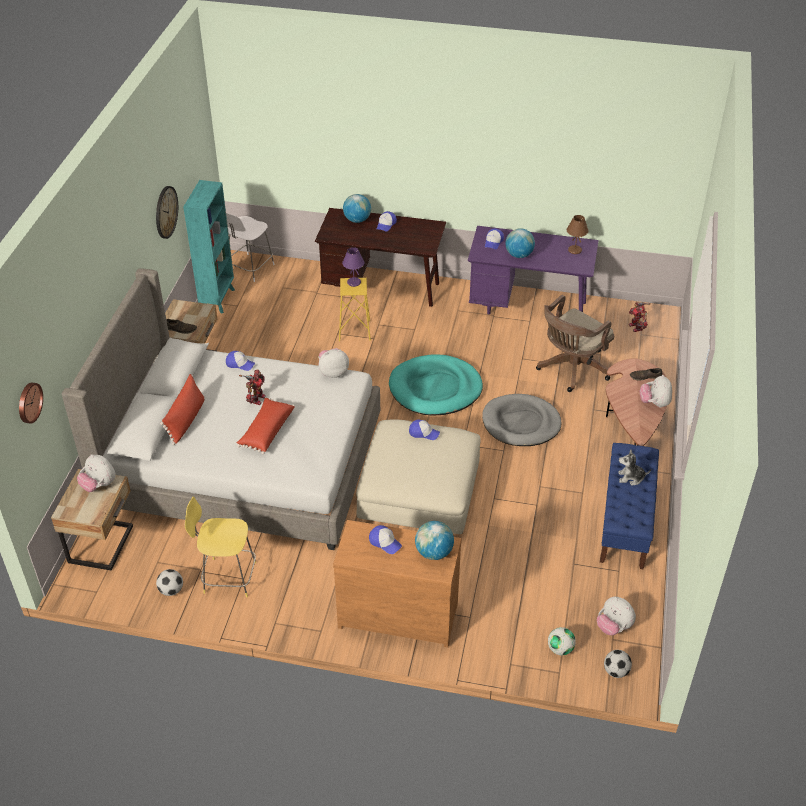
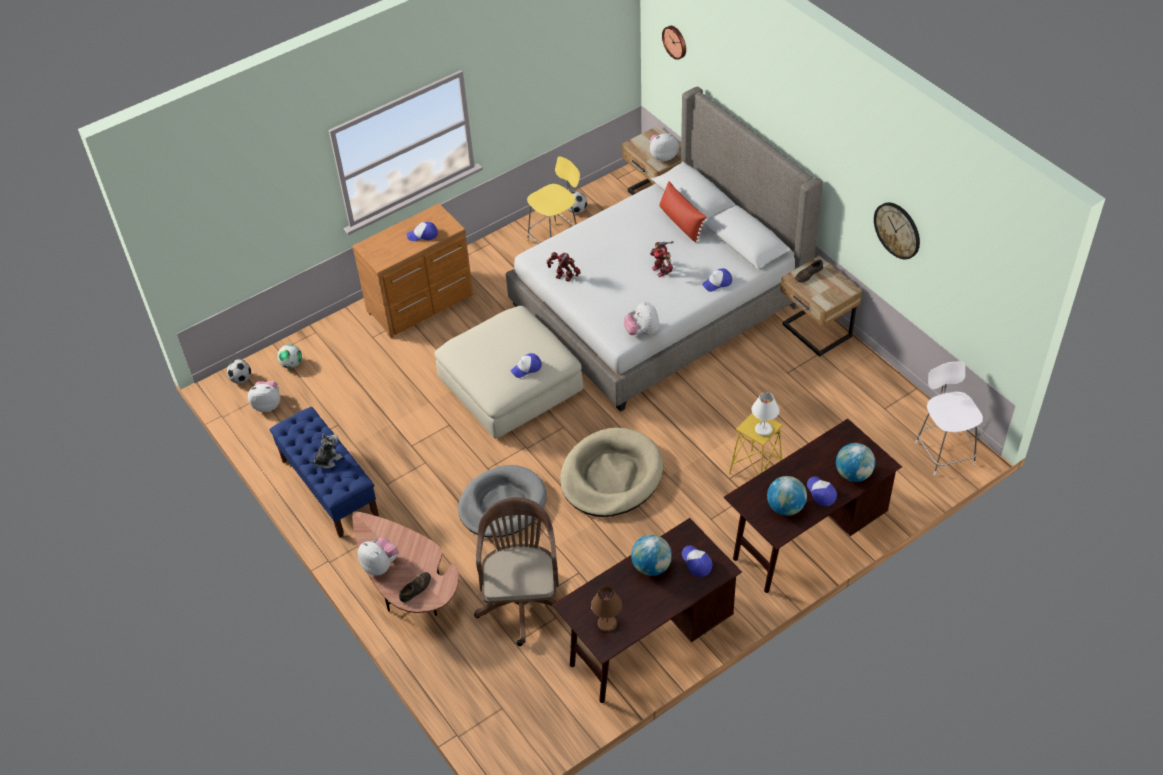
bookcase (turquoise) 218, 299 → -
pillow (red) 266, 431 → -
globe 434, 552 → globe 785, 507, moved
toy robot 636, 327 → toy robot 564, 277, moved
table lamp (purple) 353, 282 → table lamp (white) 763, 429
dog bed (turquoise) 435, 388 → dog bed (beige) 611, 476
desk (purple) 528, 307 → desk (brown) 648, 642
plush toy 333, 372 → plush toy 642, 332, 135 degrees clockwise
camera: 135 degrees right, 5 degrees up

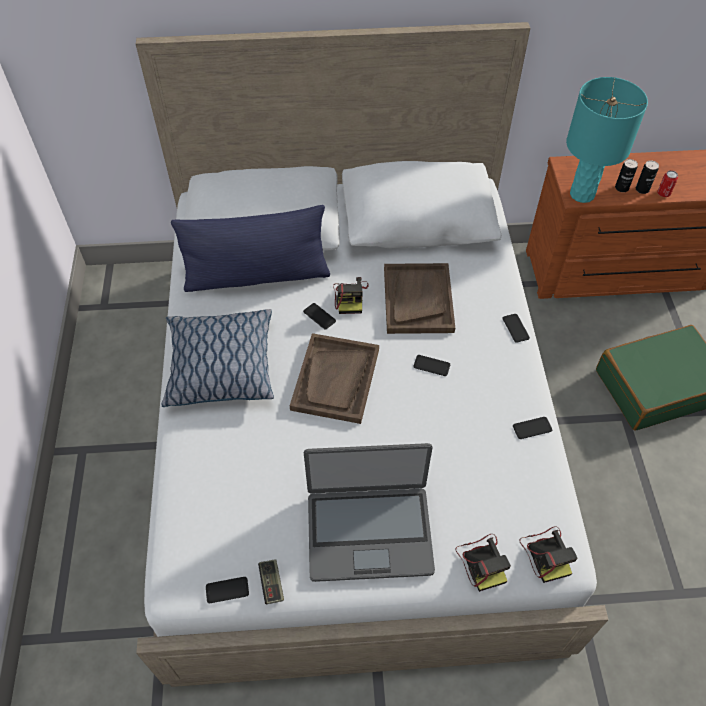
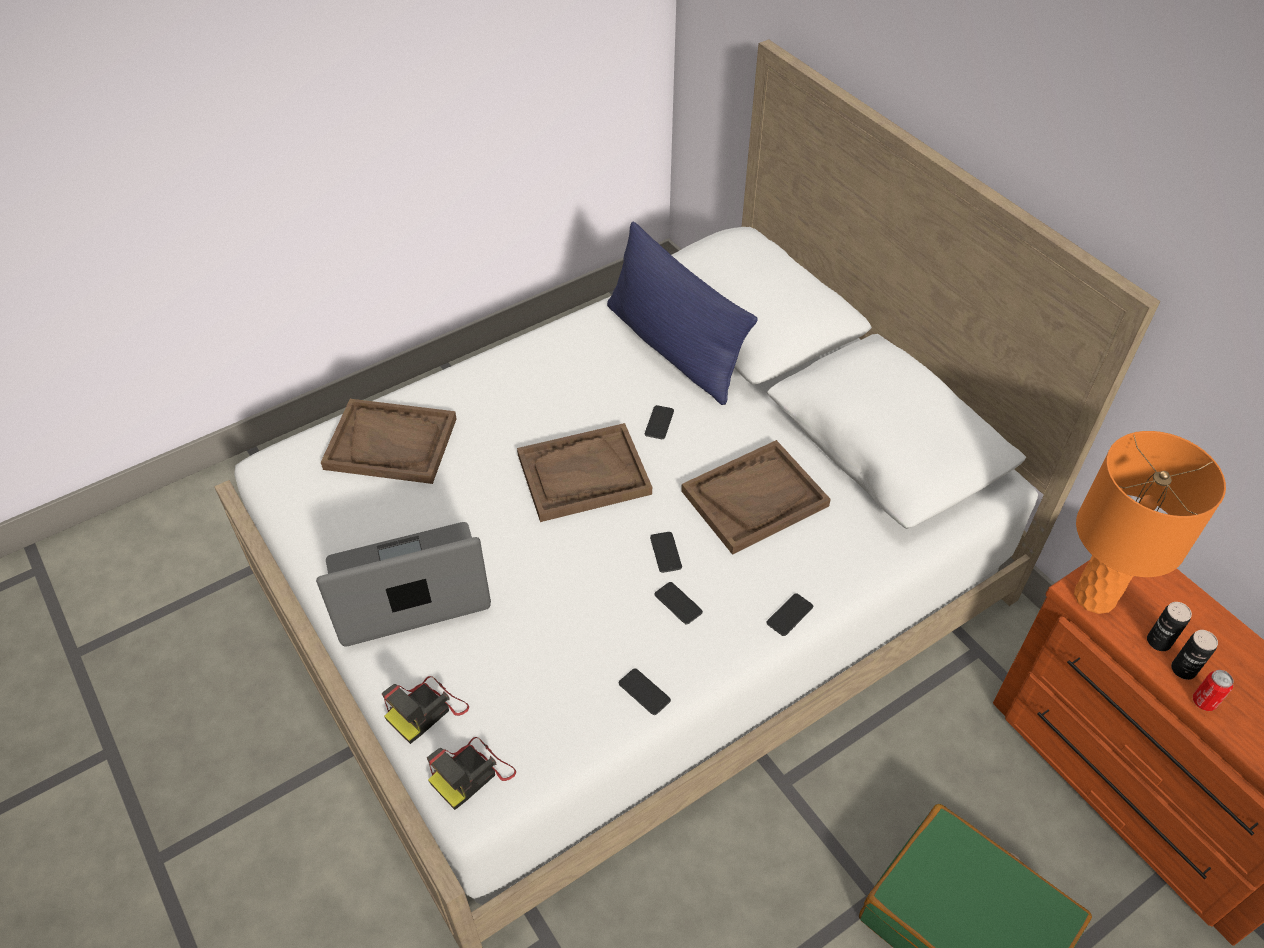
pillow 220, 366 → -
game controller 271, 584 → -
photo camera 350, 297 → -
- → tray (brown) 391, 443
phone 227, 590 → phone 678, 603, moved
table lamp (turquoise) 581, 194 → table lamp (orange) 1094, 596
laptop 369, 531 → laptop 408, 588, 105 degrees clockwise
camera: 60 degrees right, 5 degrees down

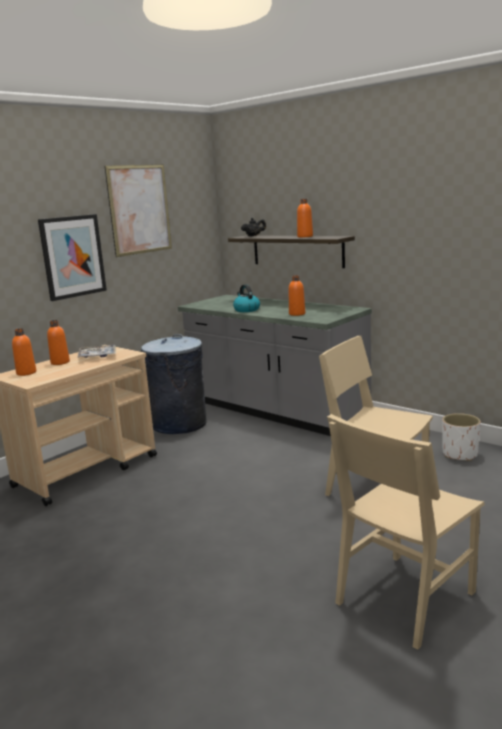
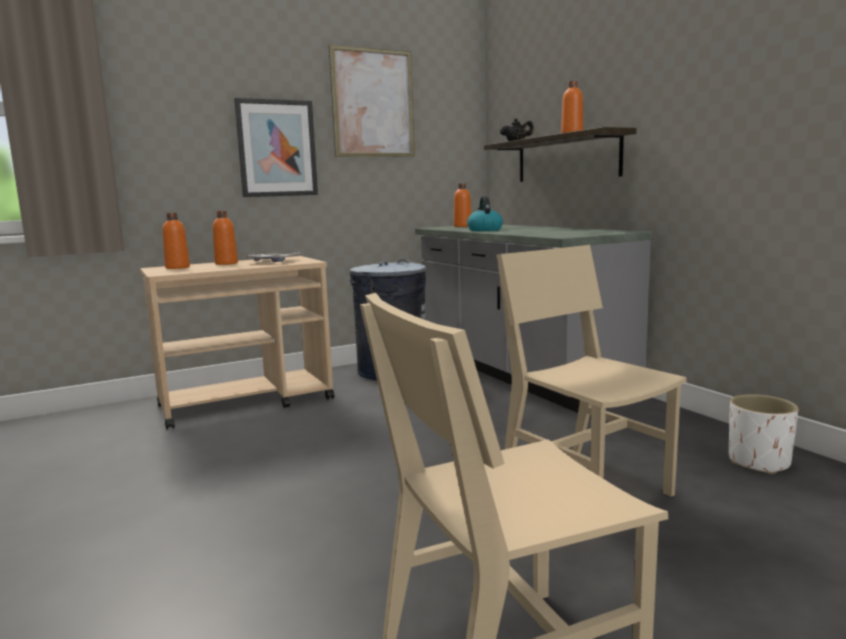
bottle (orange) 297, 314 → bottle (orange) 462, 226, moved
camera: 20 degrees right, 5 degrees down

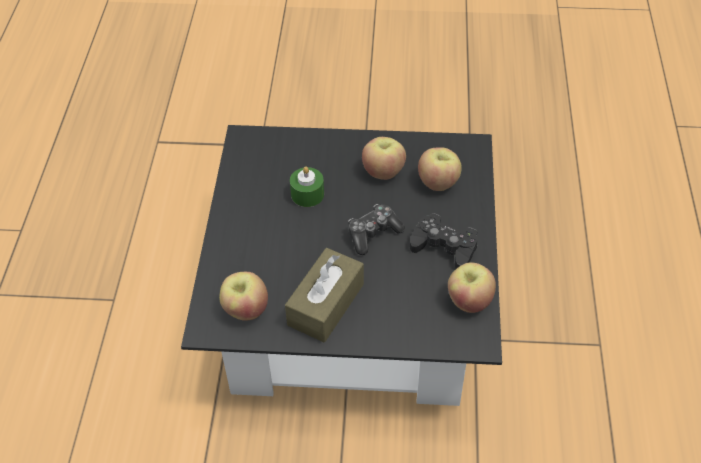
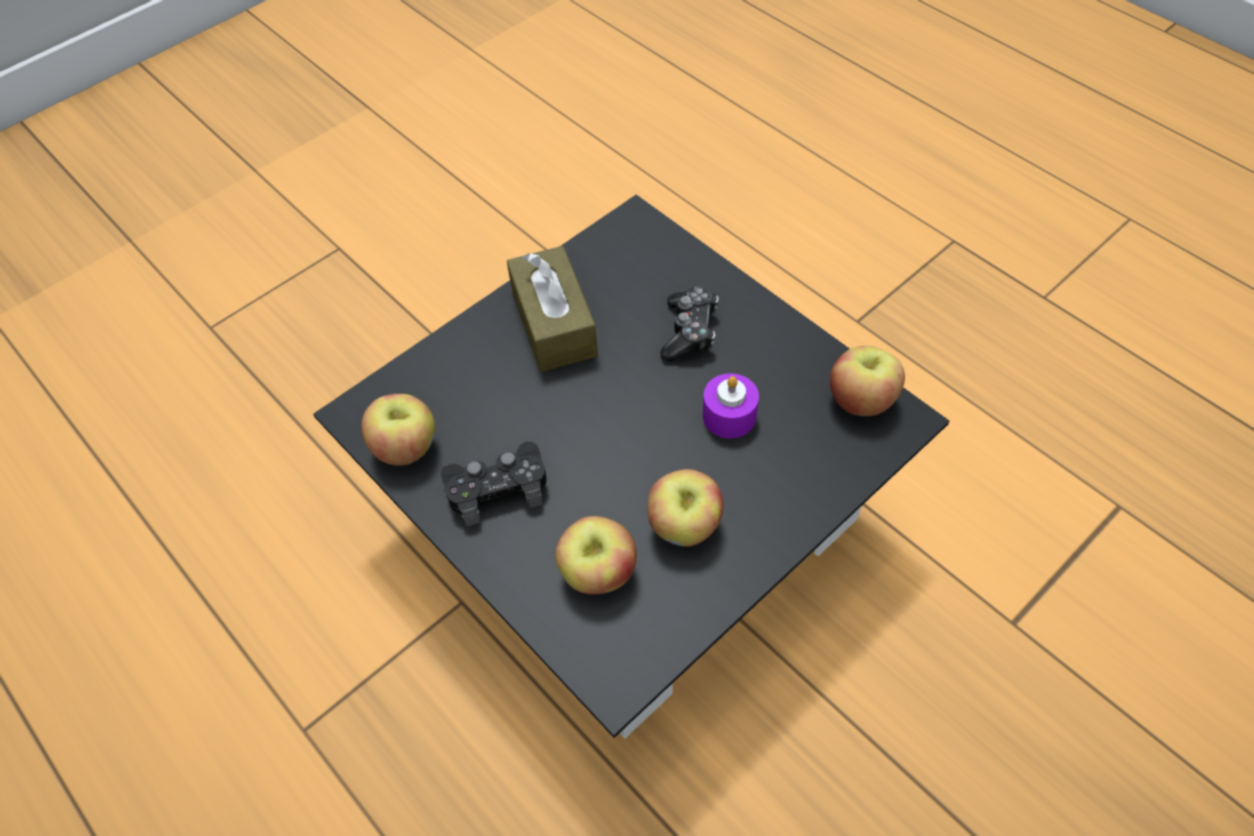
apple 245, 309 → apple 861, 400, moved
game controller 373, 233 → game controller 689, 331, moved
candle (green) 307, 194 → candle (purple) 729, 416
camera: 135 degrees right, 5 degrees up

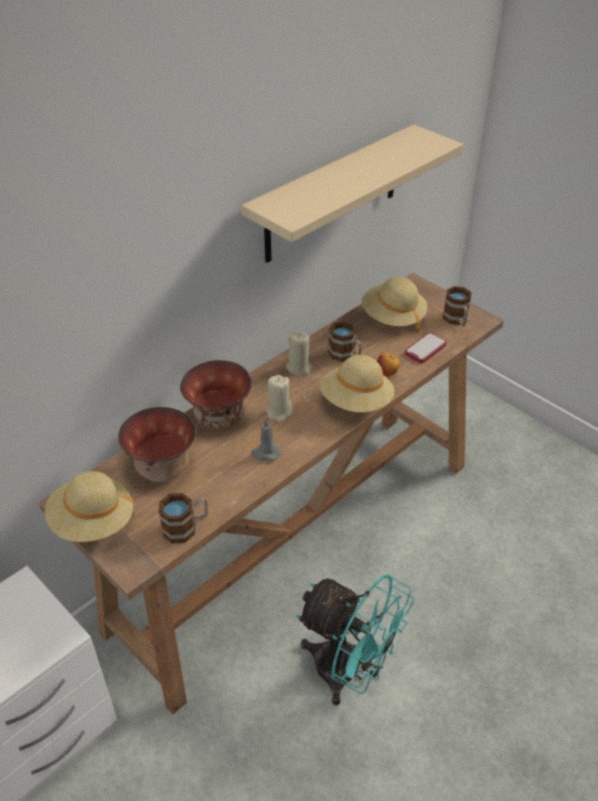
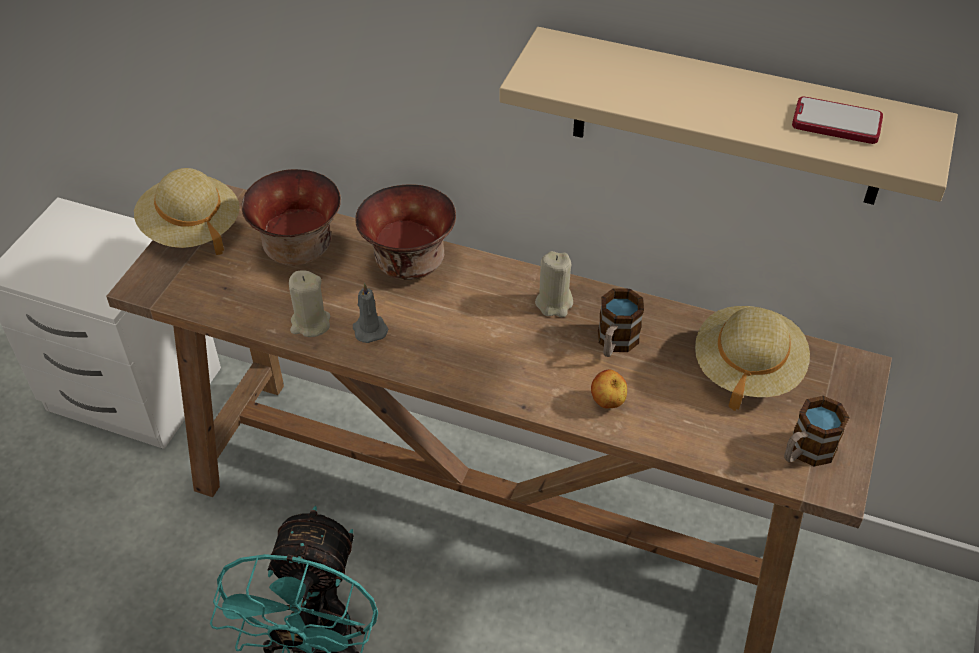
mug 186, 527 → -
hat (beige) 356, 402 → -
candle (beige) 279, 412 → candle (beige) 310, 324, moved
phone 425, 349 → phone 836, 123, moved
camera: 65 degrees right, 5 degrees up

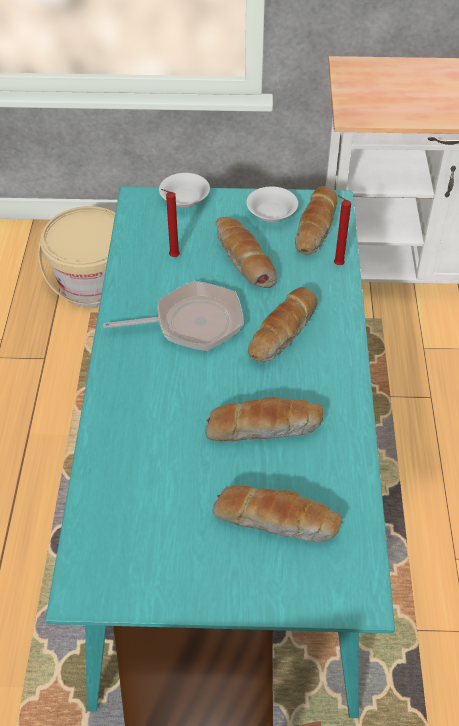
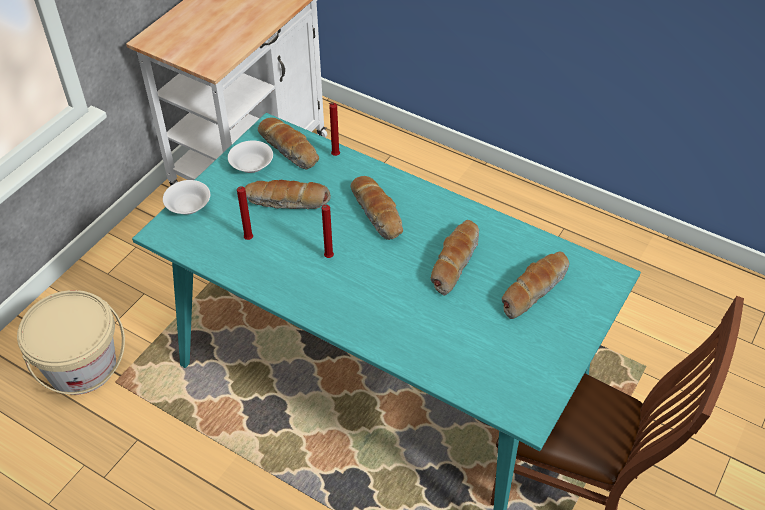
frying pan 192, 323 → candle (red) 328, 258
camera: 60 degrees left, 0 degrees up

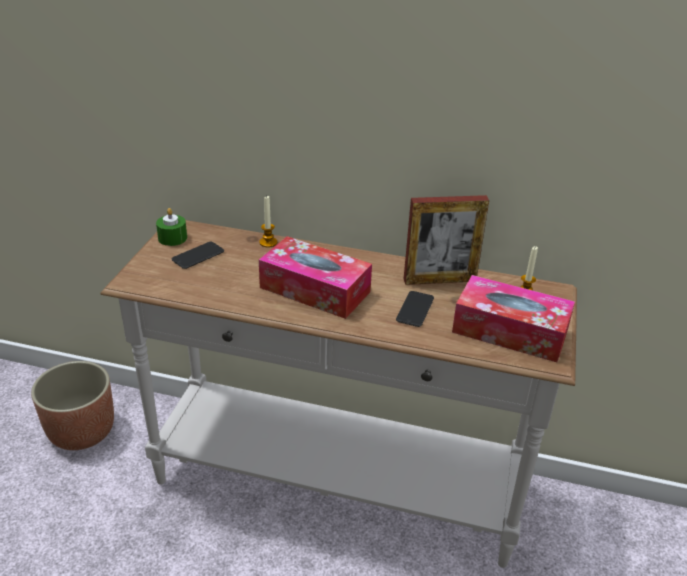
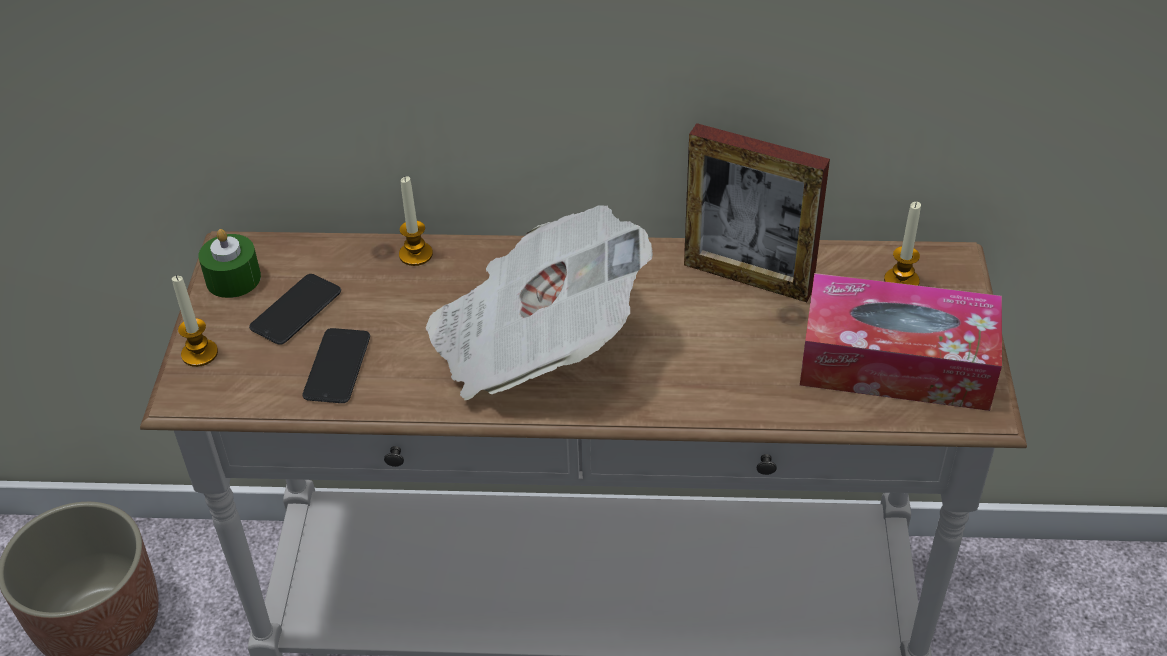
- → candle 199, 353
phone 415, 309 → phone 337, 367, moved
tissue box 315, 289 → newspaper 535, 343
picture frame 439, 280 → picture frame 747, 278, 45 degrees clockwise
camera: 10 degrees left, 10 degrees up

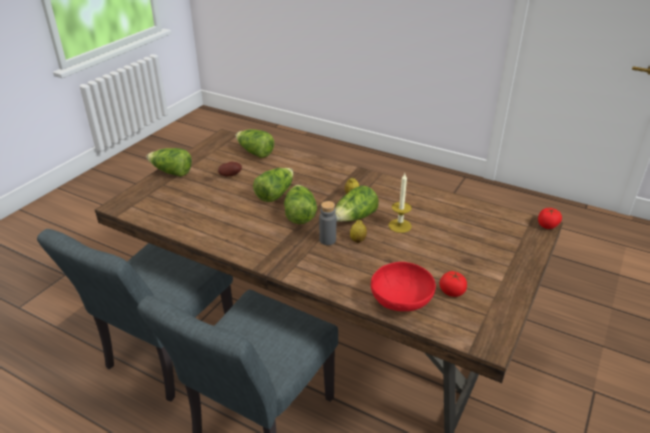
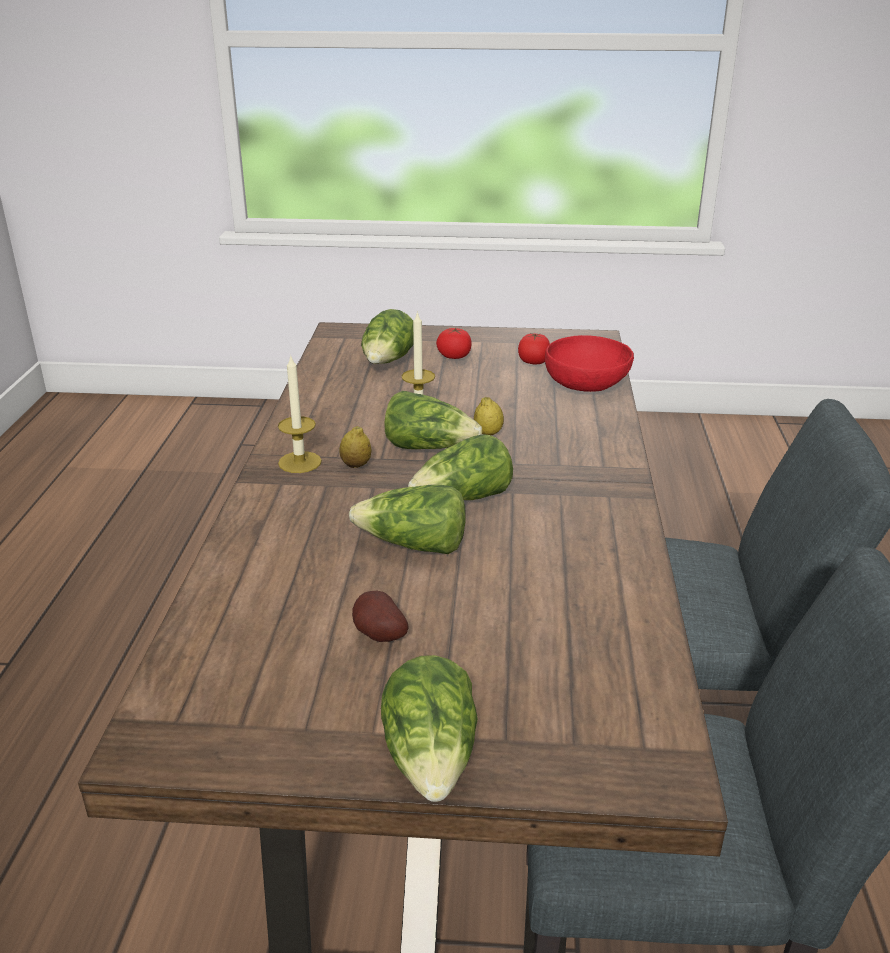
bottle (grey) 327, 240 → -
- → candle 300, 462
lettuce 255, 152 → lettuce 388, 362, moved
tomato 547, 225 → tomato 454, 356, moved
camera: 115 degrees left, 5 degrees down

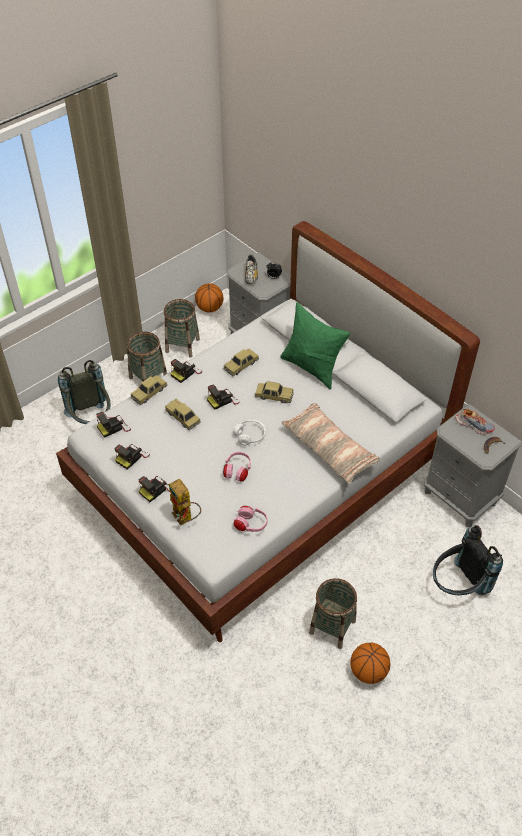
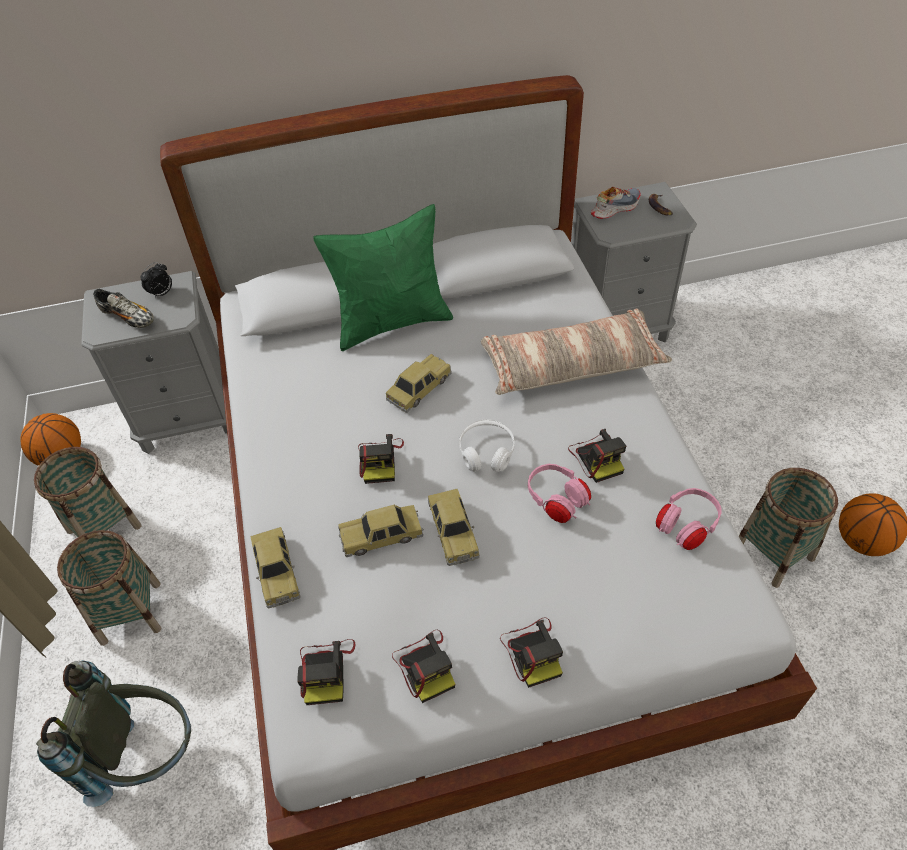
toy robot 186, 518 → -
backpack (black) 457, 586 → -
photo camera 186, 372 → photo camera 597, 457, moved
toy car 241, 365 → toy car 453, 531, moved
camera: 60 degrees left, 0 degrees up

